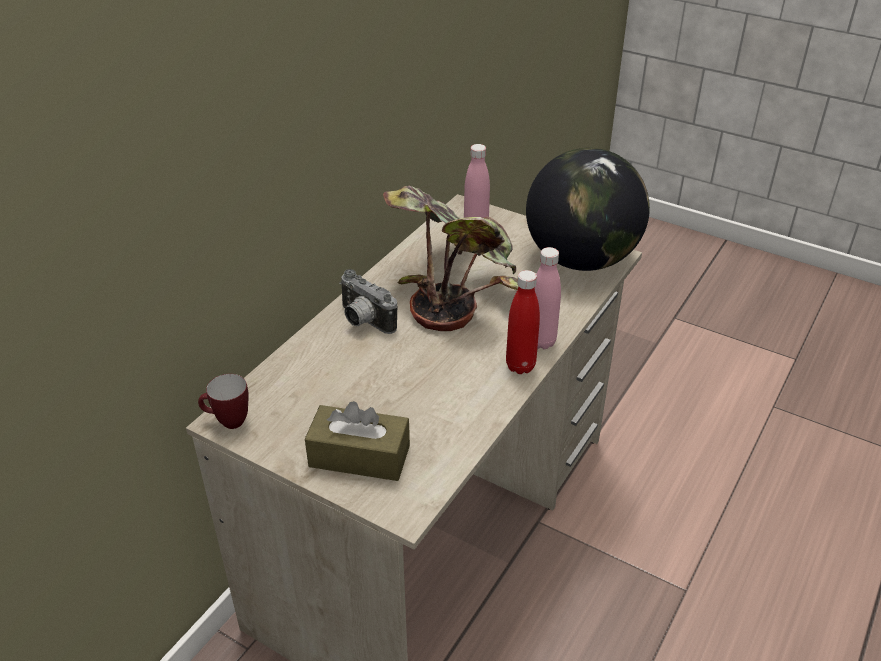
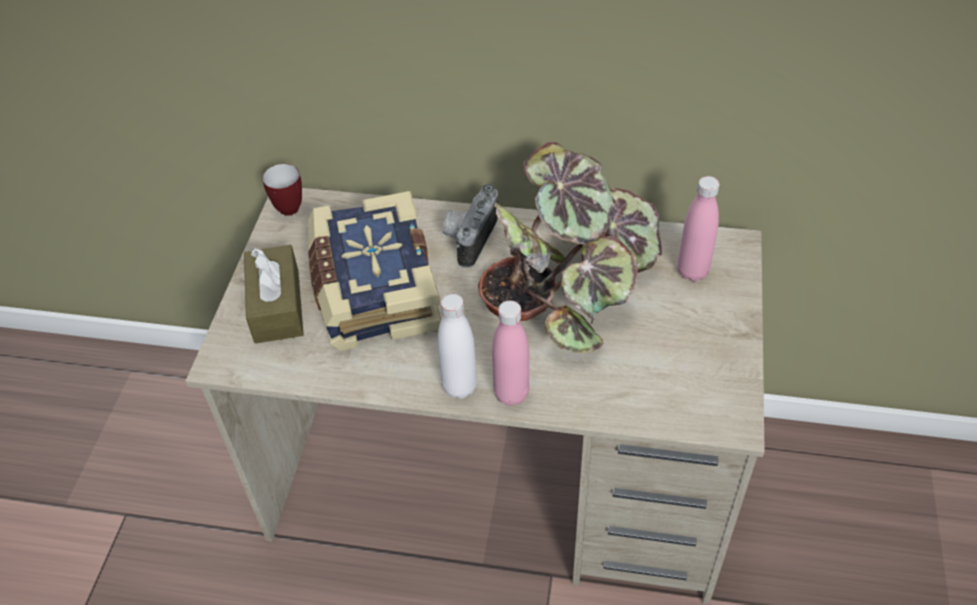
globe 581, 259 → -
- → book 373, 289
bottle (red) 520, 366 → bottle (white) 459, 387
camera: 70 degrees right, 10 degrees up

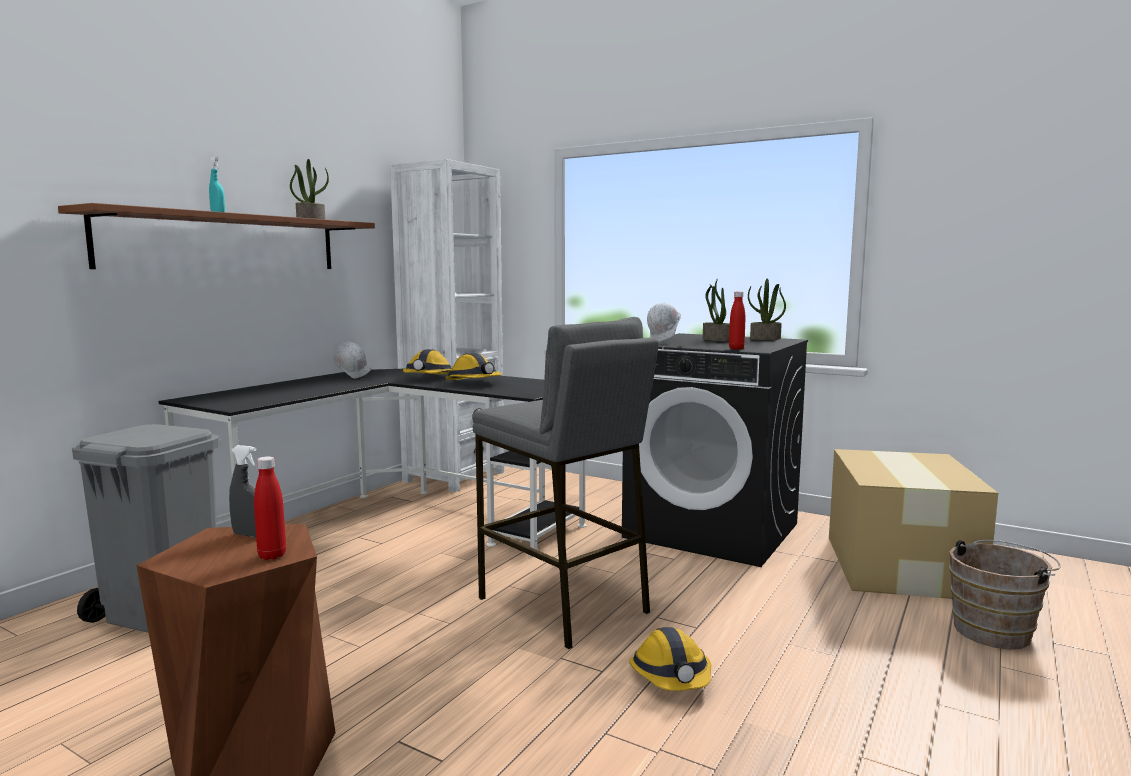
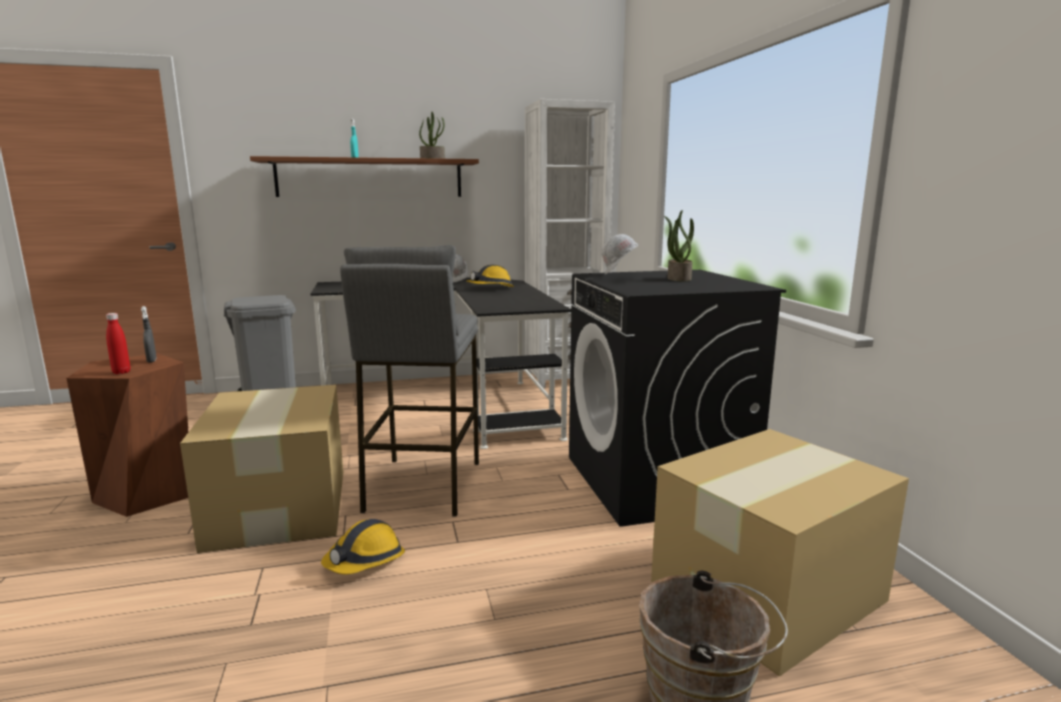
hard hat 474, 382 → -
bottle (red) 736, 348 → -
potted plant 765, 339 → -
- → cardboard box 280, 506
camera: 45 degrees right, 5 degrees up

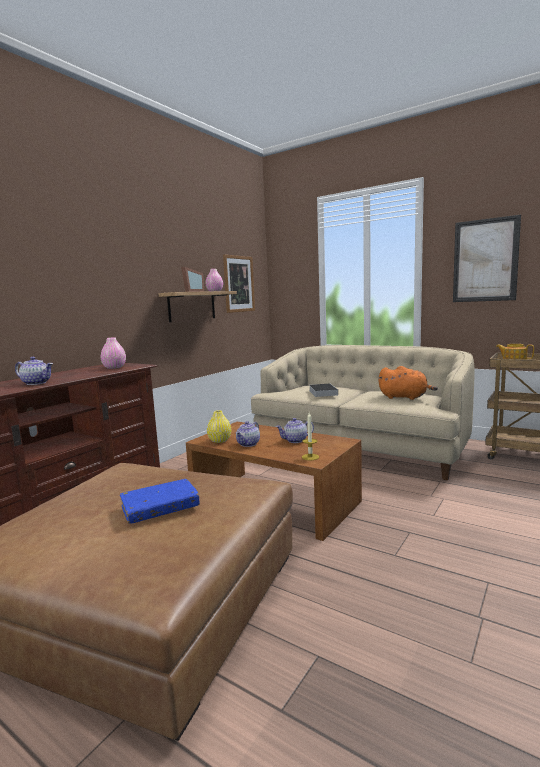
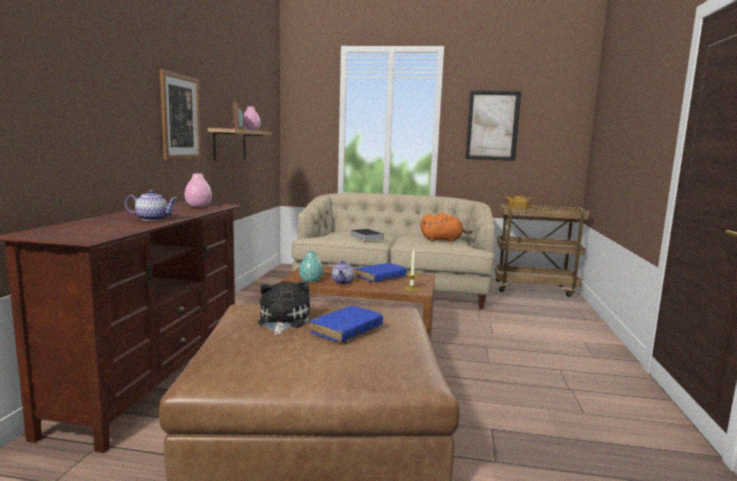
- → plush toy 282, 321
picture 239, 284 → picture 180, 117, moved
teapot 295, 440 → book (blue) 381, 277
vase (yellow) 219, 440 → vase (turquoise) 310, 281
camera: 25 degrees left, 0 degrees up

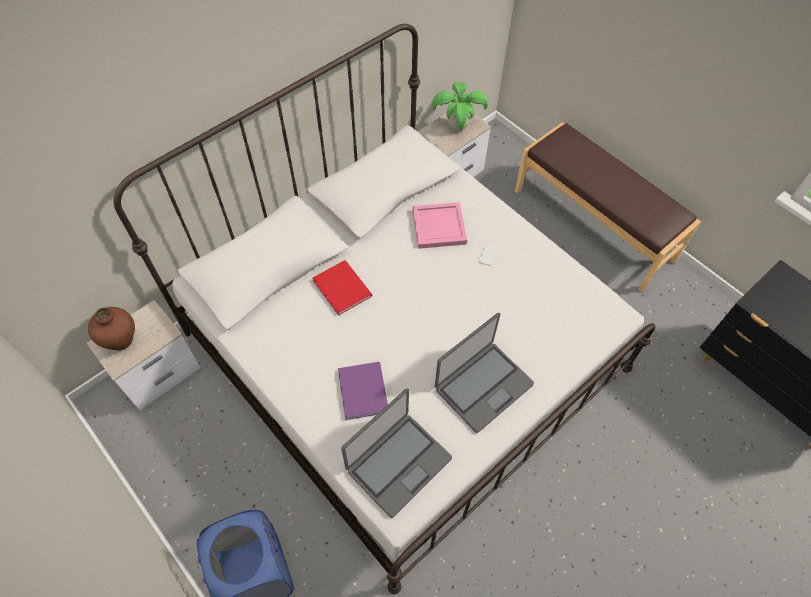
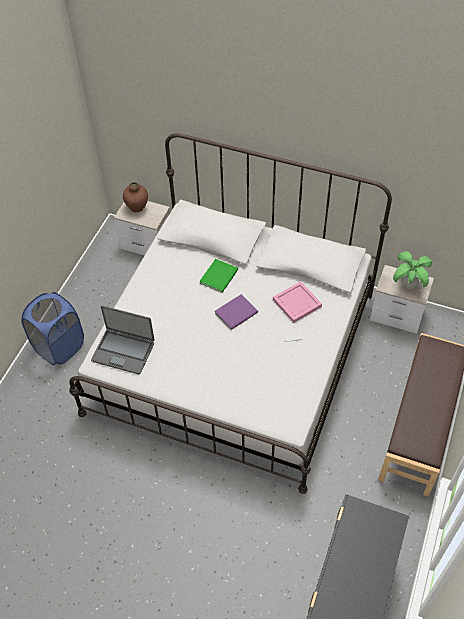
laptop 483, 386 → -
book (purple) 364, 389 → book (purple) 237, 313, moved
book (red) 342, 286 → book (green) 220, 276
camera: 65 degrees right, 5 degrees down

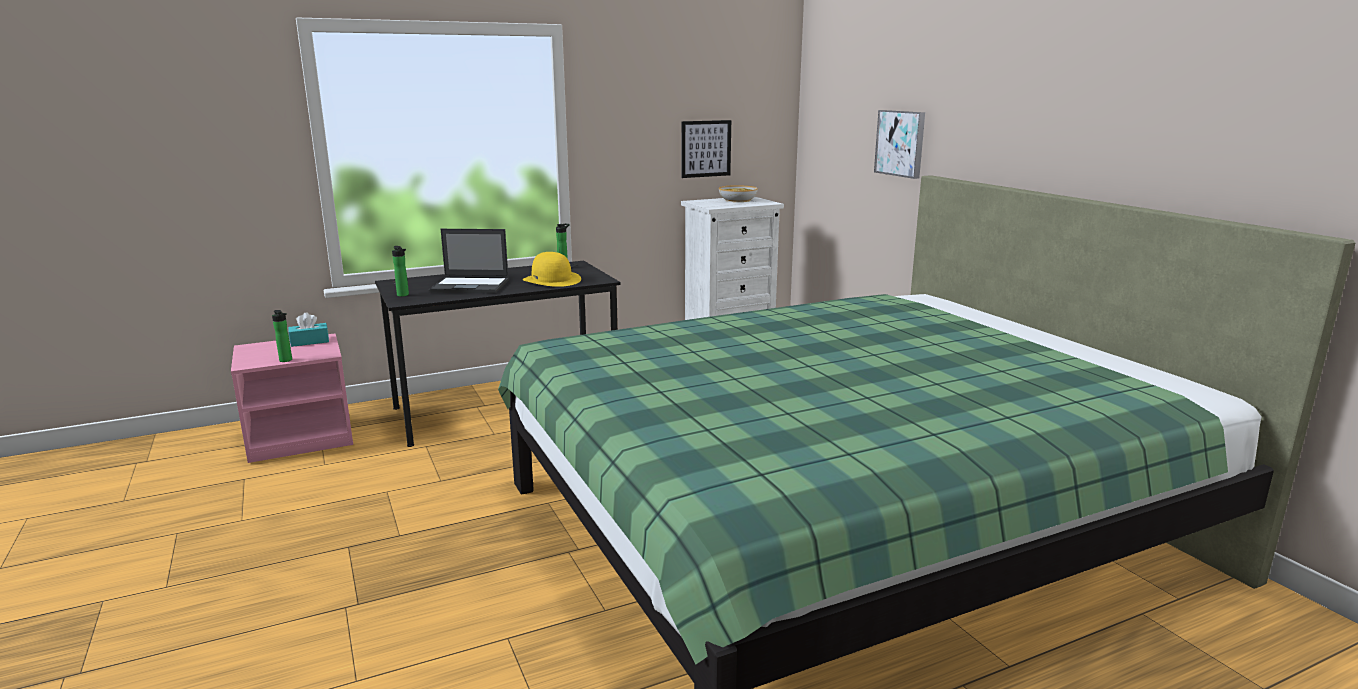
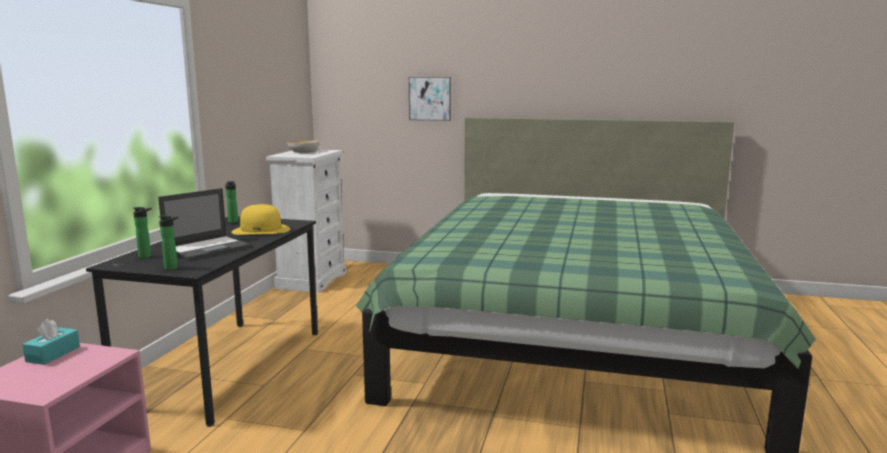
picture 705, 148 → -
bottle 286, 360 → bottle 147, 256, moved
camera: 50 degrees left, 5 degrees down

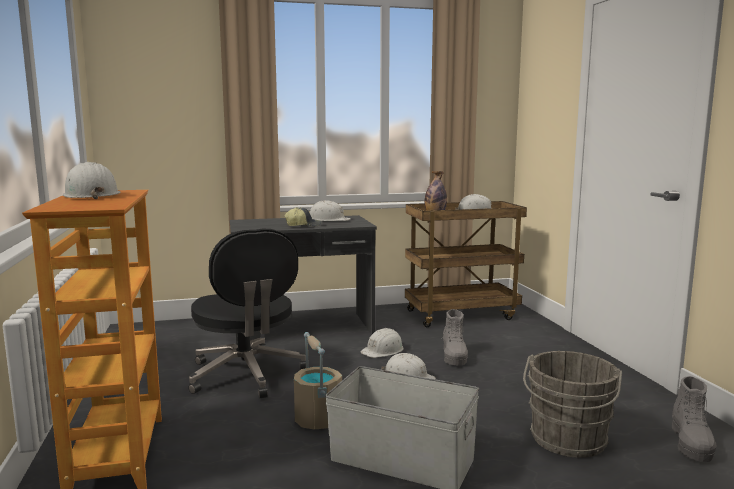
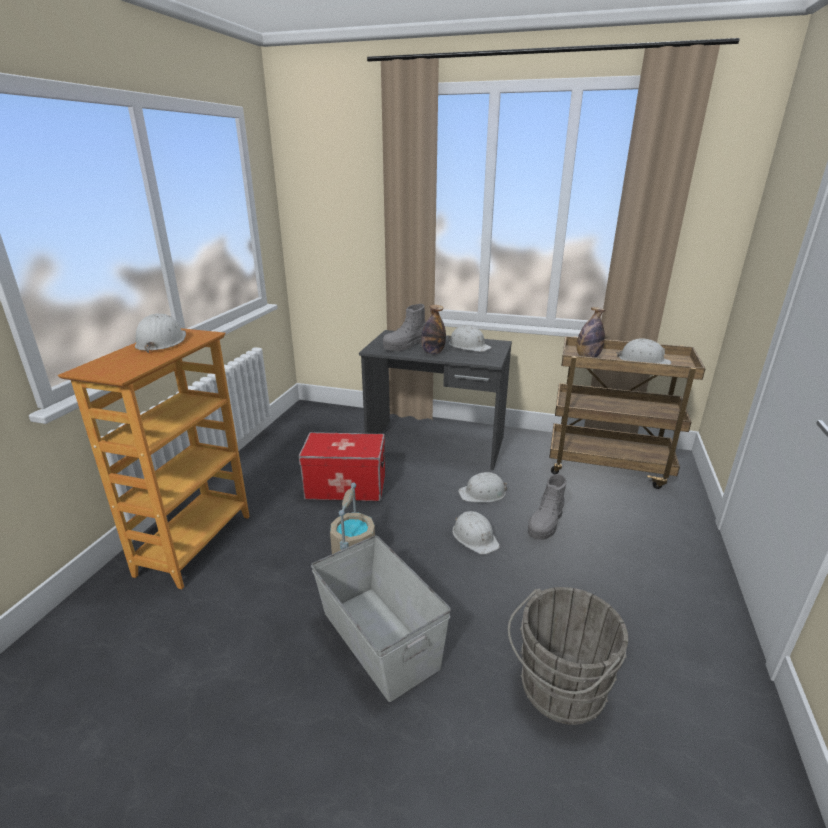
boot (grey) 691, 444 → boot (grey) 405, 345, moved
office chair (black) 246, 375 → storage box 345, 487
cap 303, 225 → bottle 433, 352
camera: 30 degrees right, 15 degrees up

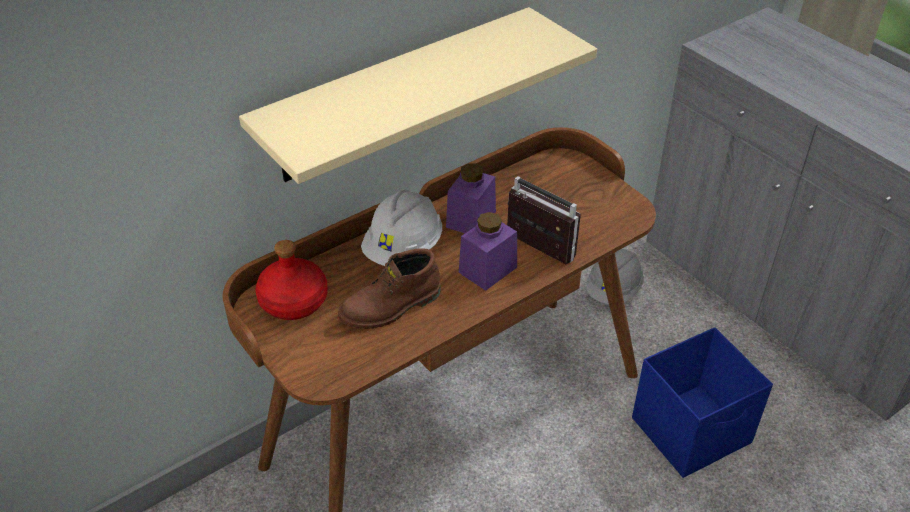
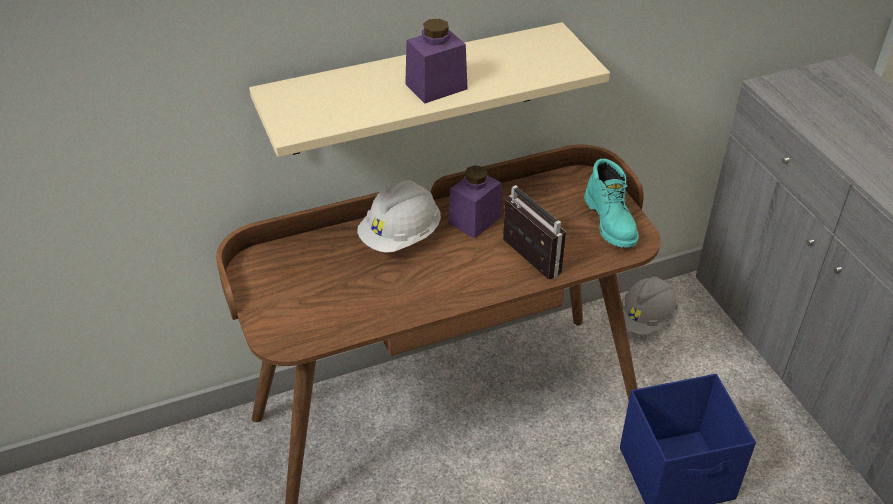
bottle (red) 293, 302 → -
boot (brown) 391, 308 → -
- → boot (turquoise) 611, 222
jar (purple) 488, 270 → jar (purple) 436, 86, moved
camera: 15 degrees right, 0 degrees up

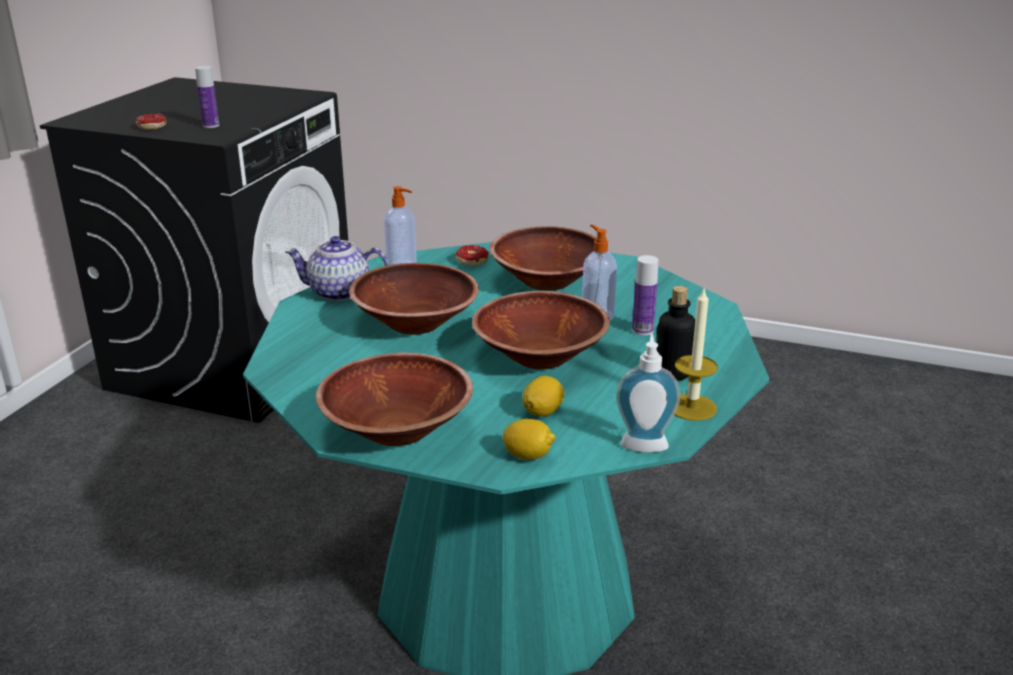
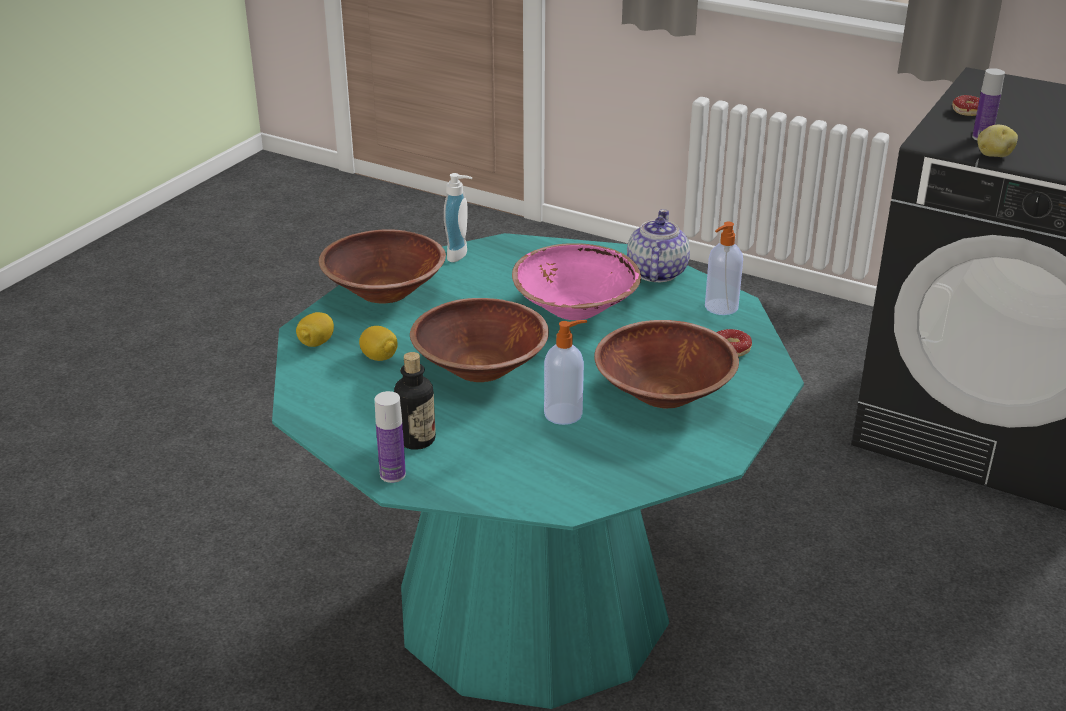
candle 692, 407 → -
- → potato 993, 155
soap dispenser 644, 443 → soap dispenser 461, 255, moved
bottle 642, 330 → bottle 392, 474, moved
bowl (brown) 415, 323 → bowl (pink) 575, 307
camera: 100 degrees right, 5 degrees up

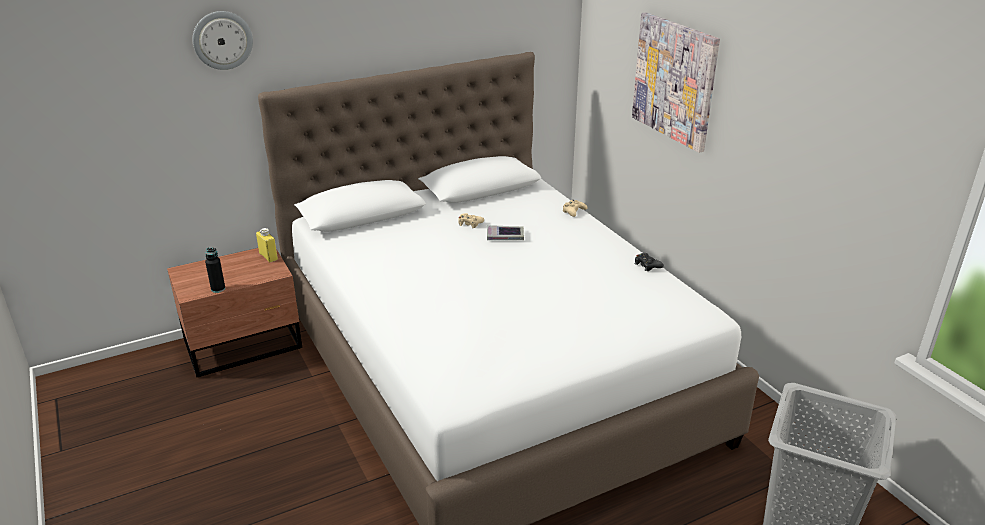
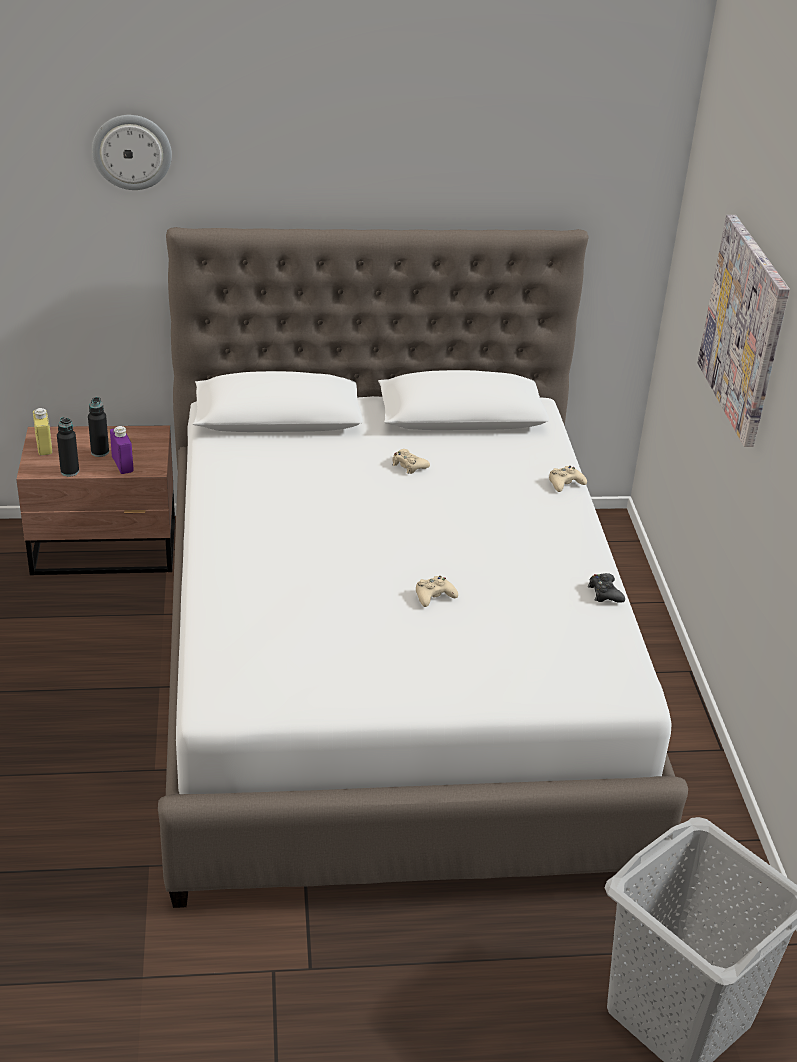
book 505, 236 → -
- → bottle (black) 100, 452
- → bottle (purple) 122, 465
- → game controller (beige) 434, 596
bottle (yellow) 268, 256 → bottle (yellow) 44, 446, moved
camera: 20 degrees right, 5 degrees up

